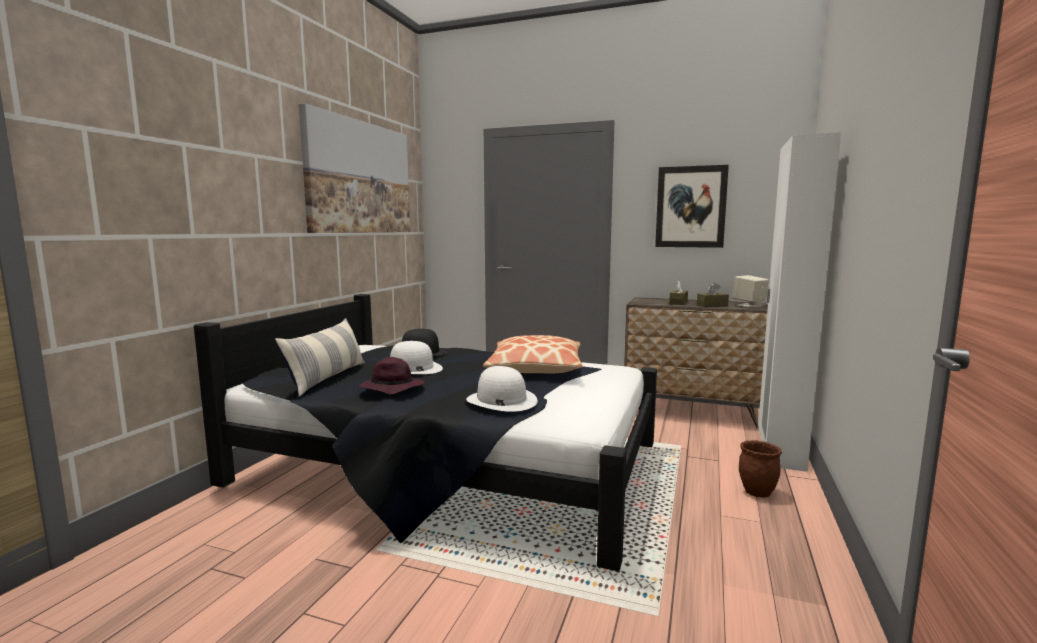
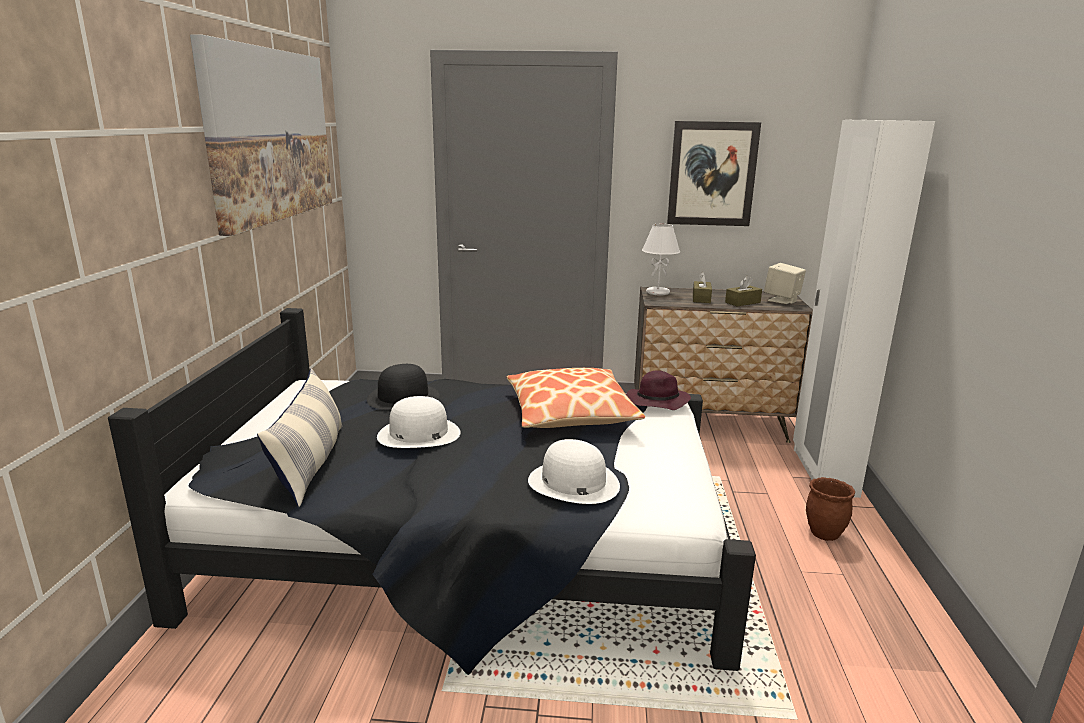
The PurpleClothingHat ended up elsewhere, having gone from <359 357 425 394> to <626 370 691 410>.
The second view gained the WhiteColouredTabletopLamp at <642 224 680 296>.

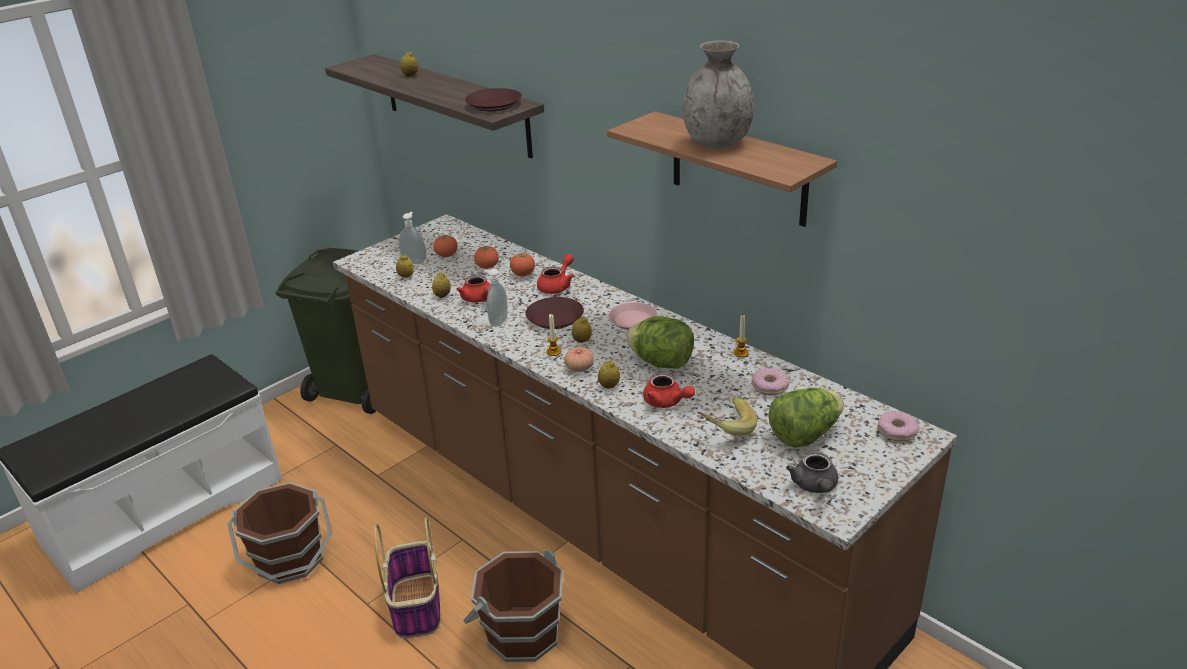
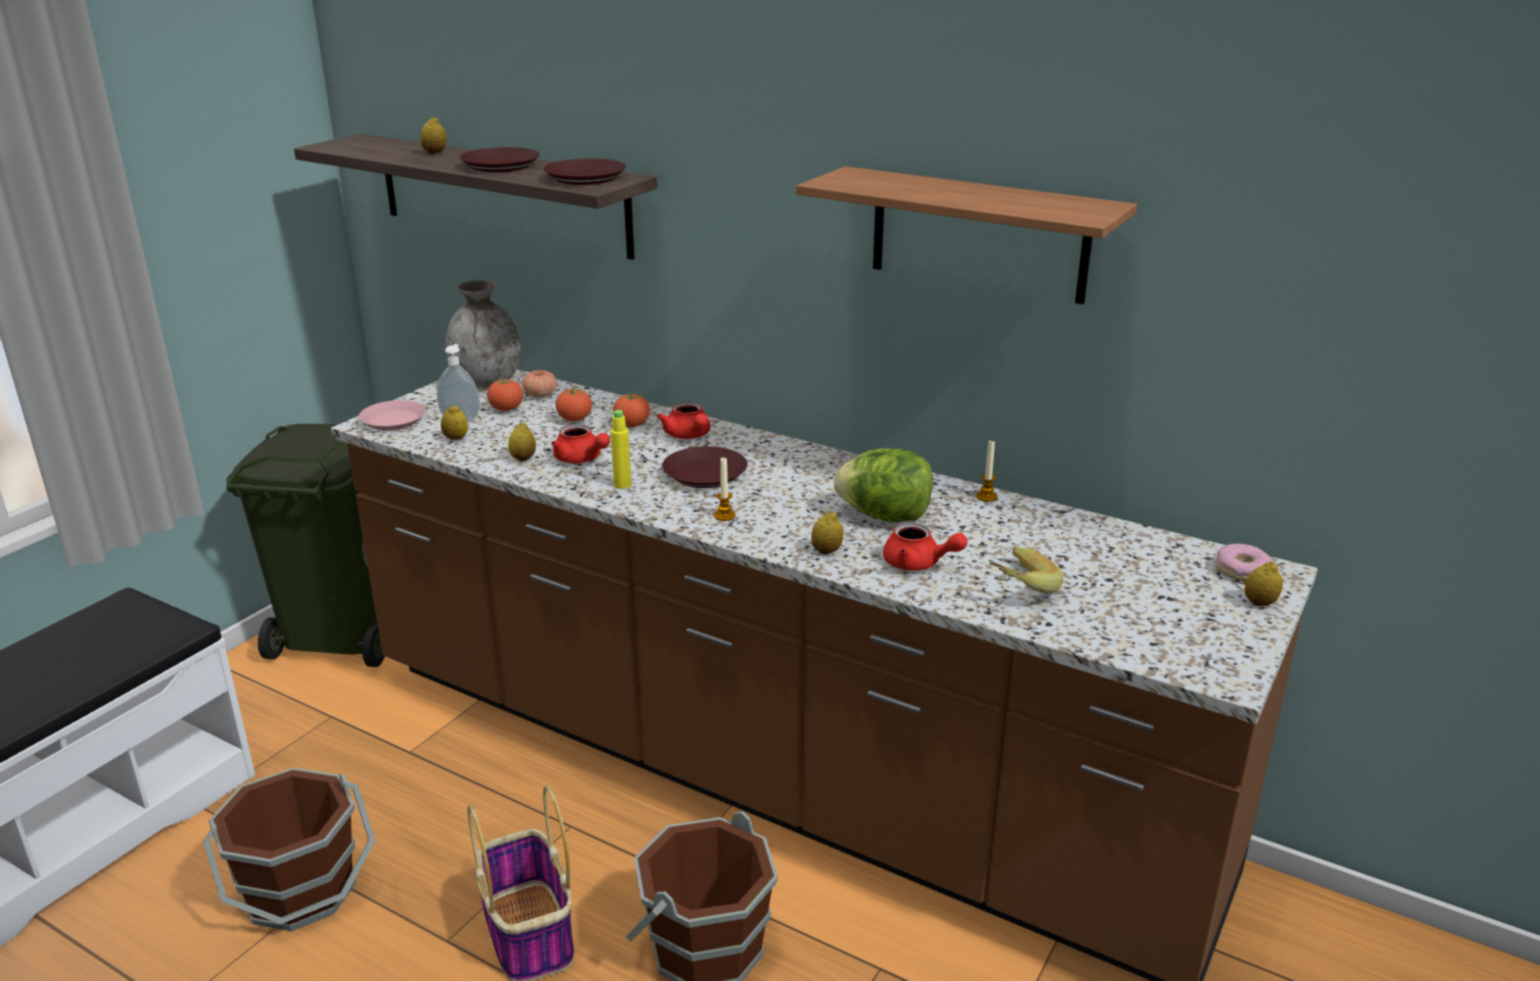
The PinkishPlate ended up elsewhere, having gone from <608 302 658 330> to <359 400 426 431>.
The GrayFlowerVase ended up elsewhere, having gone from <683 40 754 148> to <446 280 521 388>.
The second view gained the BrownPlate at <459 147 540 172>.
The WholeTomato ended up elsewhere, having gone from <564 347 594 372> to <522 370 557 397>.
Where the LiquidSoapBottle stood at <484 269 508 327>, the YellowColouredBottle came to stand at <610 410 631 489>.
The RedTeapot at <537 254 574 294> ended up facing another way, 135 degrees clockwise from before.
The Lemon ended up elsewhere, having gone from <572 316 592 343> to <1245 561 1283 606>.
The second view lost the RingDoughnut at <752 368 790 395>.
The second view lost the Lettuce at <768 388 844 448>.
The second view lost the GrayTeapot at <786 452 838 493>.

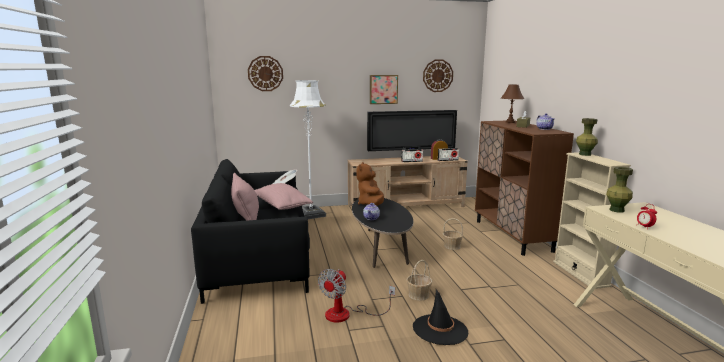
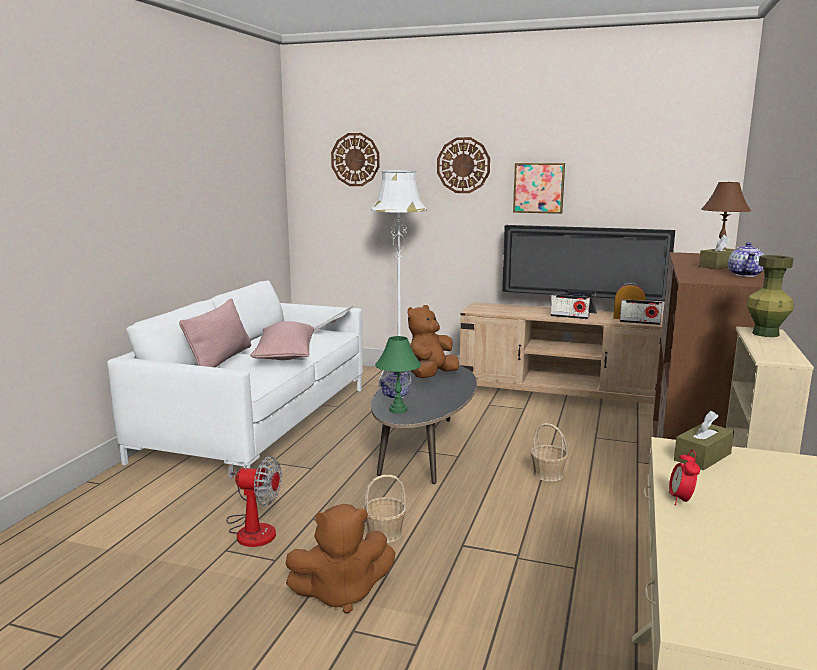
What was the BlackishSettee at <191 159 310 304> turned into the WhiteColouredSettee at <107 281 363 468>.
The Fan at <318 269 395 322> ended up facing another way, 135 degrees counterclockwise from before.
Where the BlackishClothingHat stood at <413 289 468 345>, the BrownPlushToy came to stand at <285 504 396 614>.
The second view gained the GreenColouredTabletopLamp at <375 336 421 414>.
The WallClock ended up elsewhere, having gone from <423 60 453 92> to <437 137 490 193>.
Where the GreenColouredFlowerVase stood at <606 167 633 213>, the BrownBoxOfTissues came to stand at <674 411 734 470>.

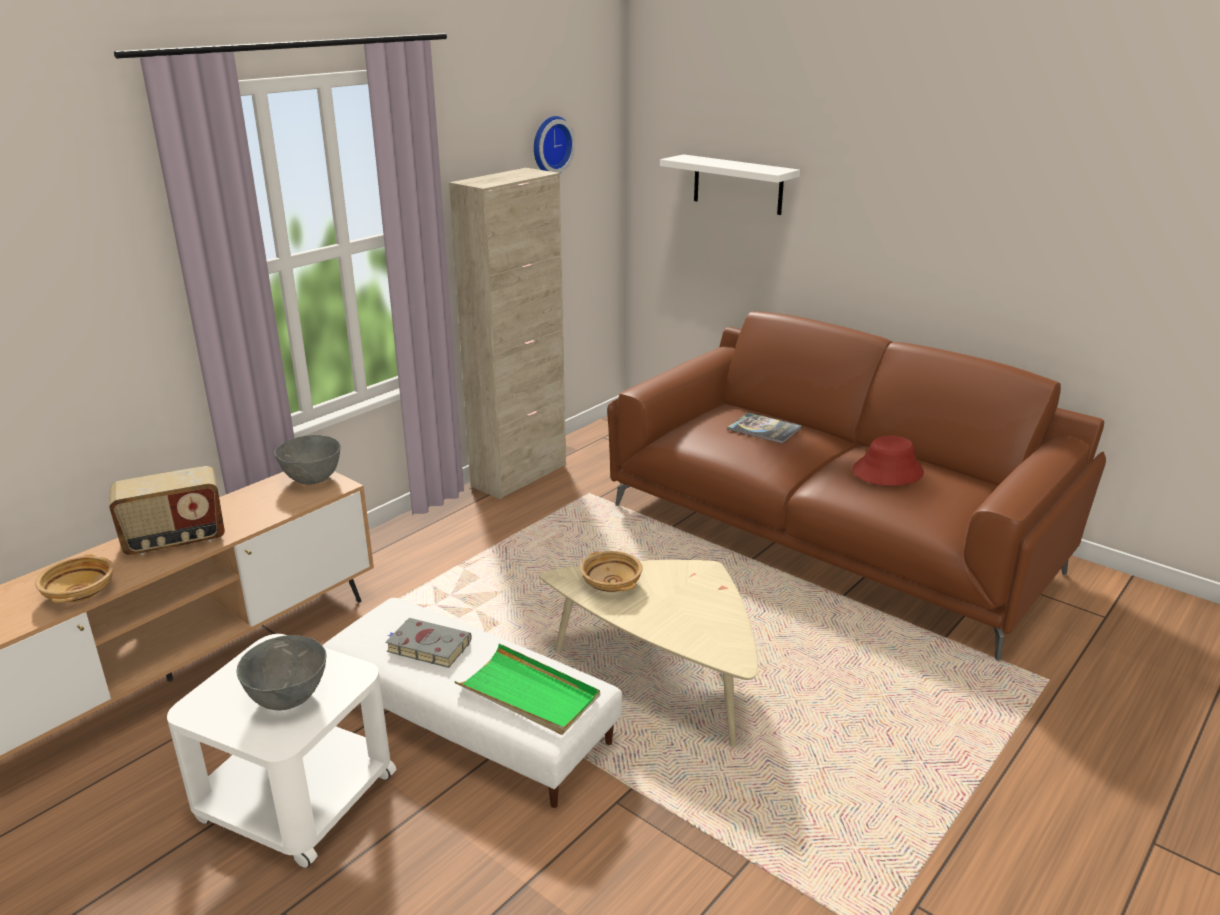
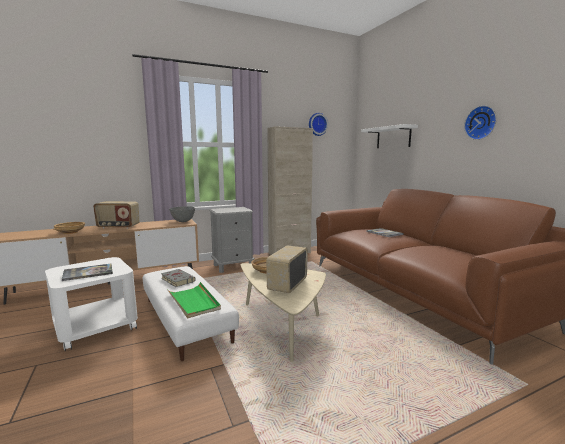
Where the GrayServingBowl stood at <236 635 327 711>, the BoundBook came to stand at <62 264 113 281>.
The second view gained the GrayNightstand at <209 207 254 273>.
The second view gained the Radio at <266 245 308 294>.
The second view gained the WallClock at <464 106 497 140>.
The second view lost the RedClothingHat at <852 436 924 486>.

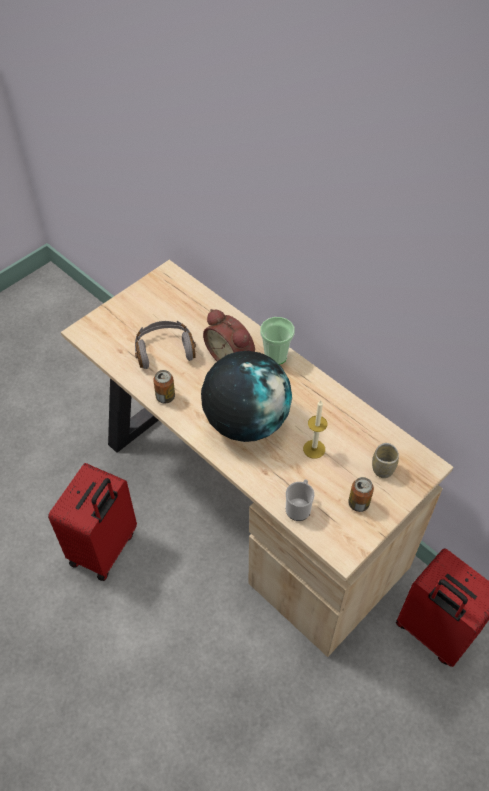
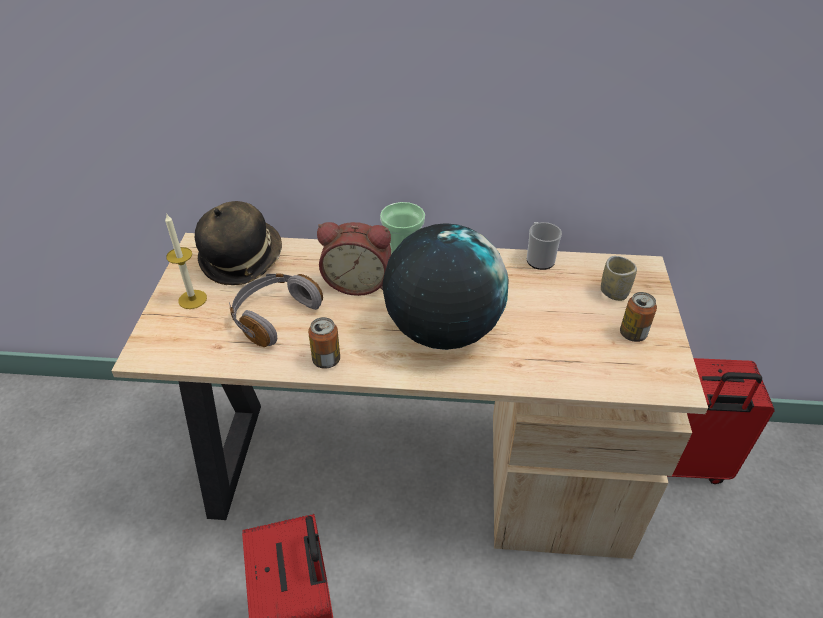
The Candle ended up elsewhere, having gone from <303 400 328 459> to <165 213 207 309>.
The second view gained the ClothingHat at <195 201 282 285>.
The TeaMug ended up elsewhere, having gone from <286 479 314 521> to <527 222 562 270>.

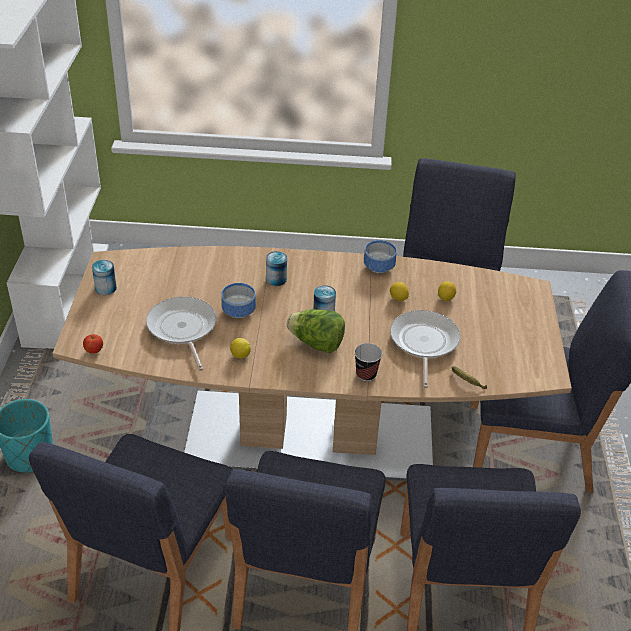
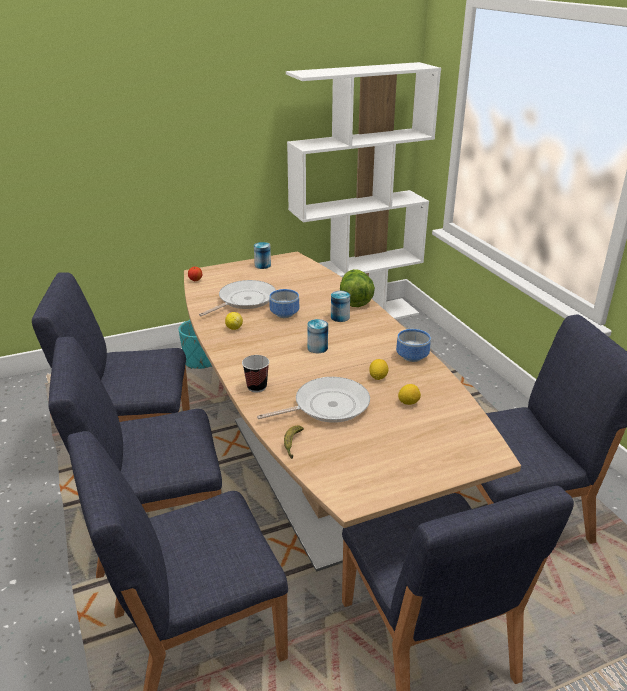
The Lettuce ended up elsewhere, having gone from <287 309 345 354> to <340 269 375 307>.

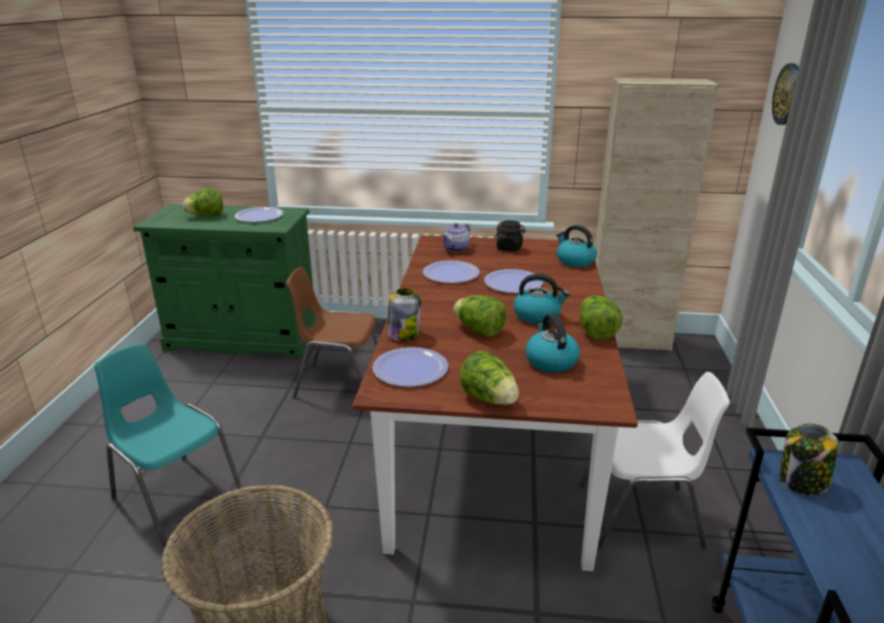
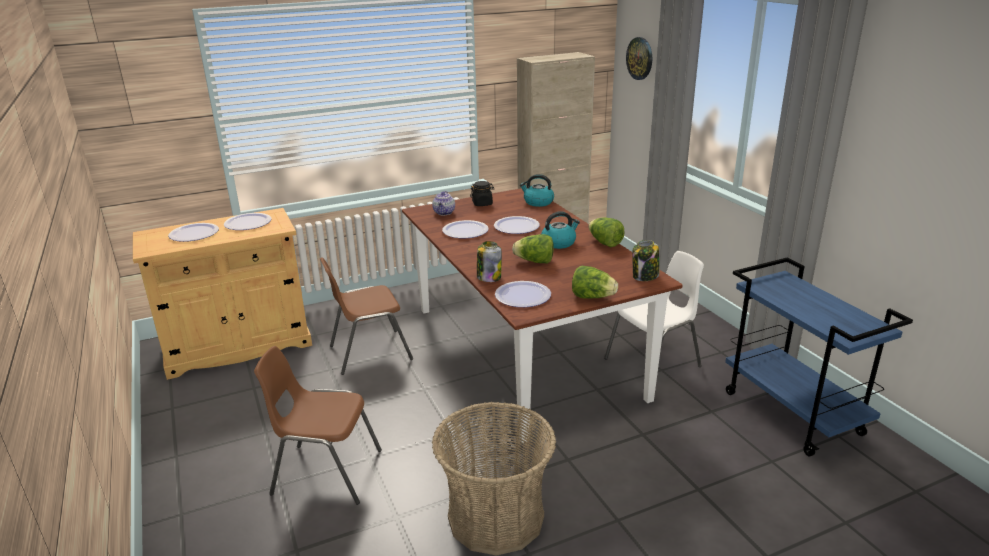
What was the GreenColouredStorageCabinet at <133 204 315 358> turned into the BeigeStorageCabinet at <133 208 312 380>.
Where the Lettuce stood at <182 188 223 216>, the Plate came to stand at <168 223 219 242>.
What was the TurquoiseColouredChair at <94 344 242 547> turned into the BrownChair at <254 346 382 505>.
The StorageJar ended up elsewhere, having gone from <779 424 838 495> to <632 240 659 281>.
The second view lost the WaterKettle at <526 314 580 373>.

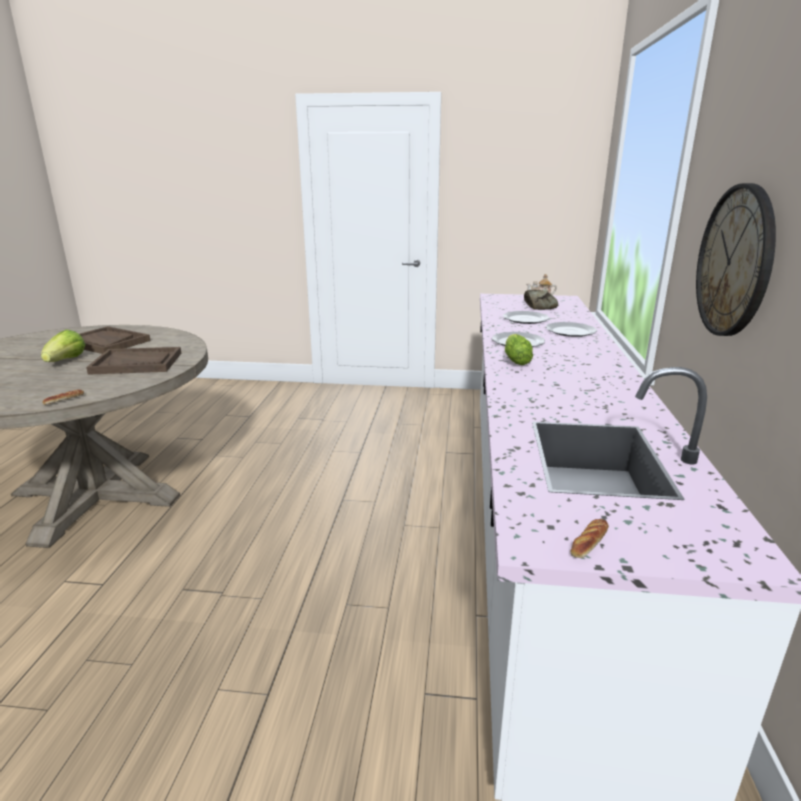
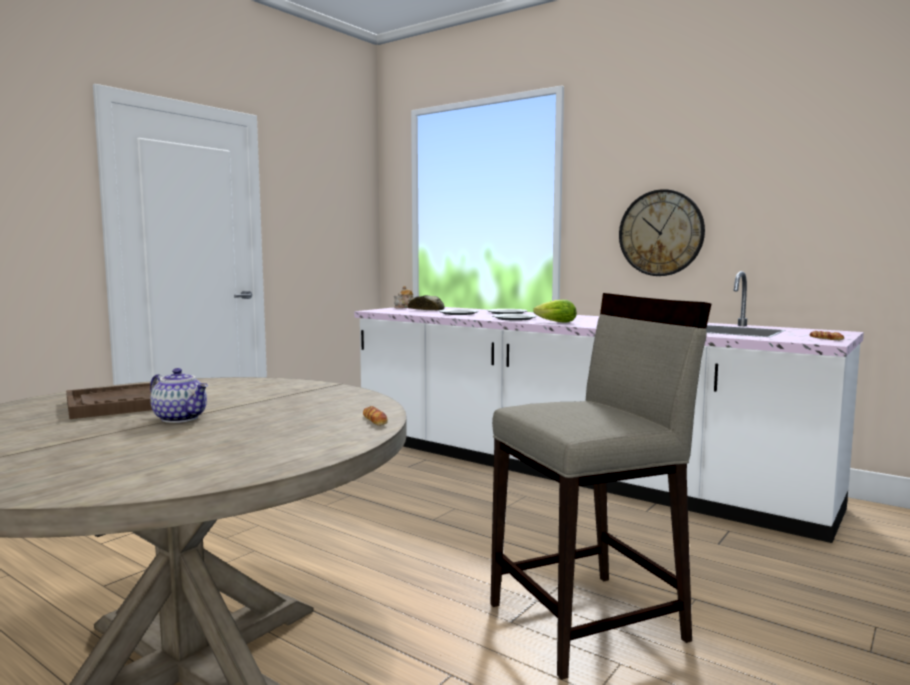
Where the Lettuce stood at <41 330 85 362>, the Teapot came to stand at <150 368 208 423>.
The second view gained the BeigeSittingStool at <490 293 711 680>.
The second view lost the BrownTray at <86 347 181 375>.

